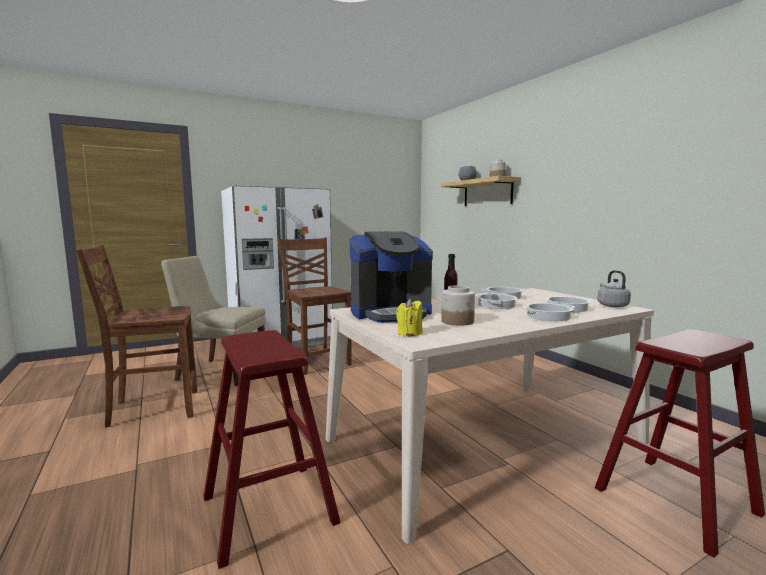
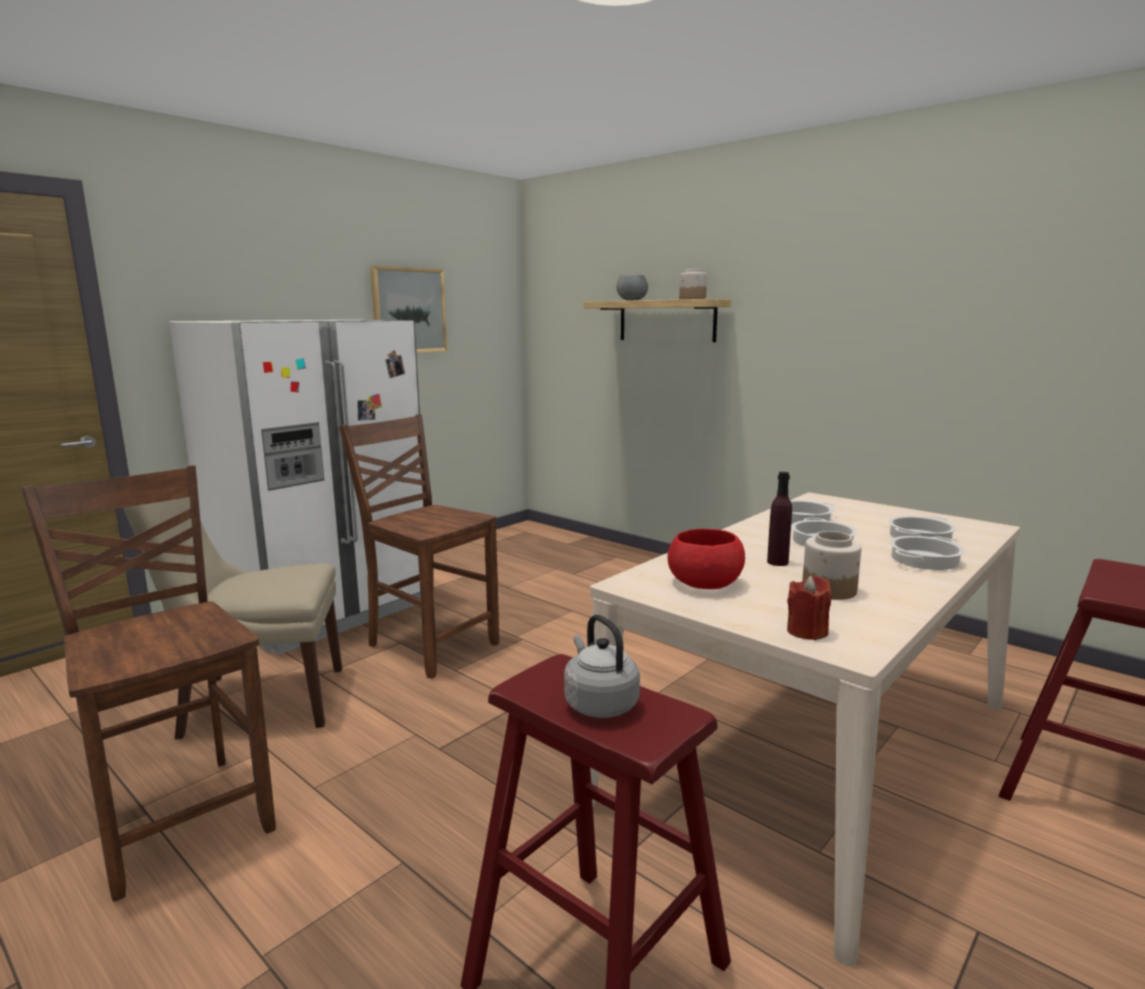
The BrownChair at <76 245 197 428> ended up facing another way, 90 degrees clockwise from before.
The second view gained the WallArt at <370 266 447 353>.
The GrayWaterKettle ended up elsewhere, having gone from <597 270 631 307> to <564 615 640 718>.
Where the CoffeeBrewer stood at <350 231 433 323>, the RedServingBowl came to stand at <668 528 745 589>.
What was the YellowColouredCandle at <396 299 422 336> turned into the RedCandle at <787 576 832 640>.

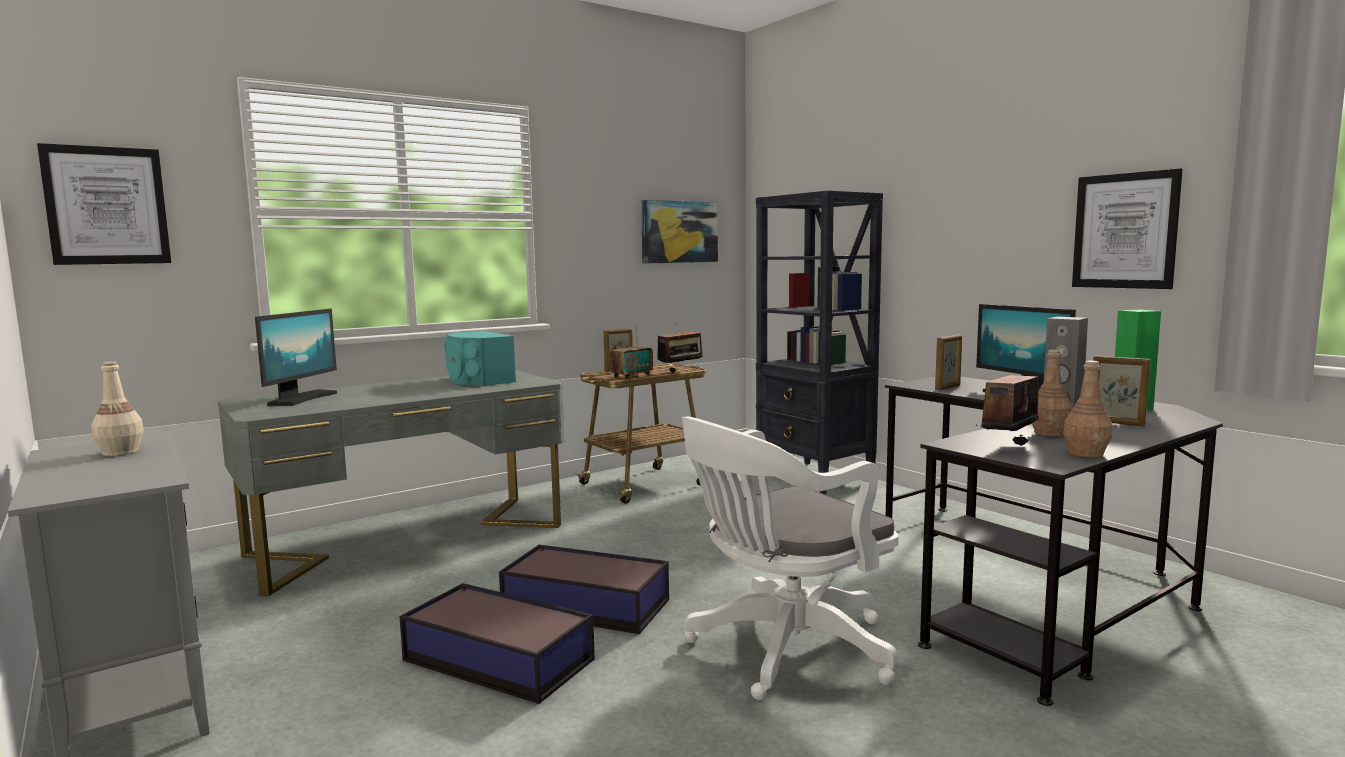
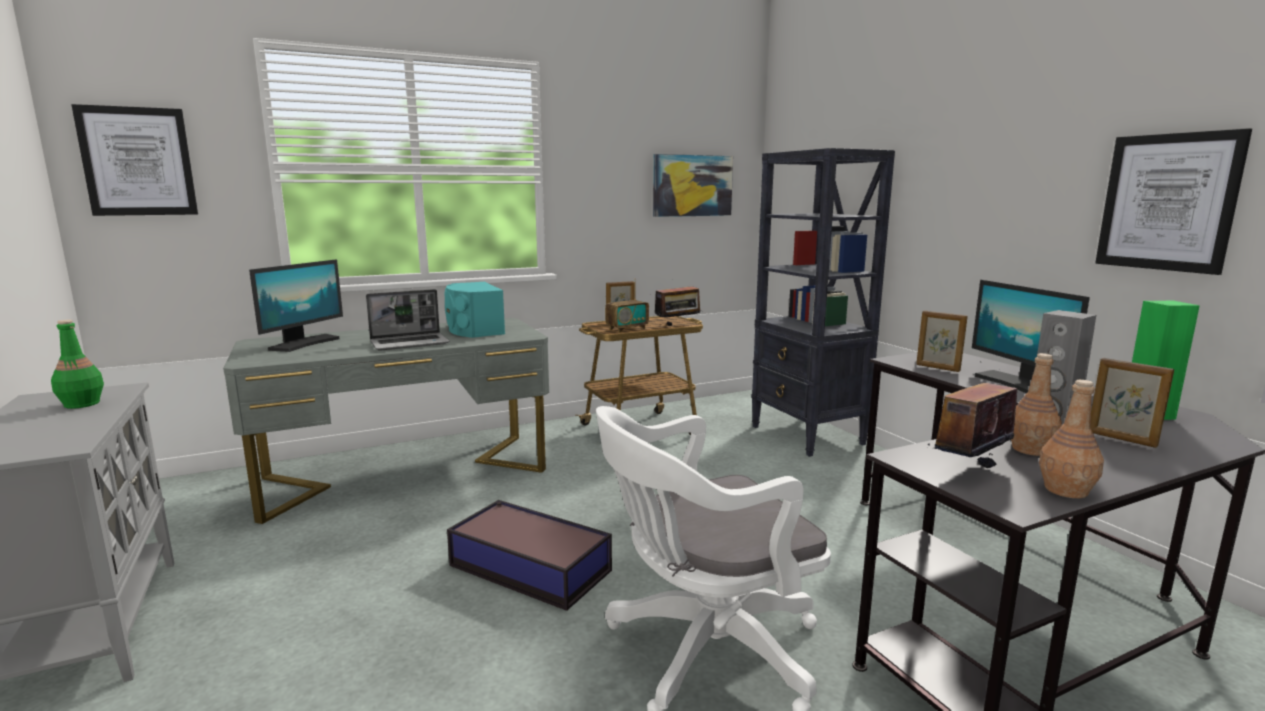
What was the BeigeBottle at <91 361 144 456> turned into the GreenColouredBottle at <51 320 104 409>.
The second view gained the PortableComputer at <366 289 450 351>.
The StandingFrame at <935 335 962 390> ended up facing another way, 75 degrees clockwise from before.
The second view lost the StorageContainer at <399 583 595 704>.

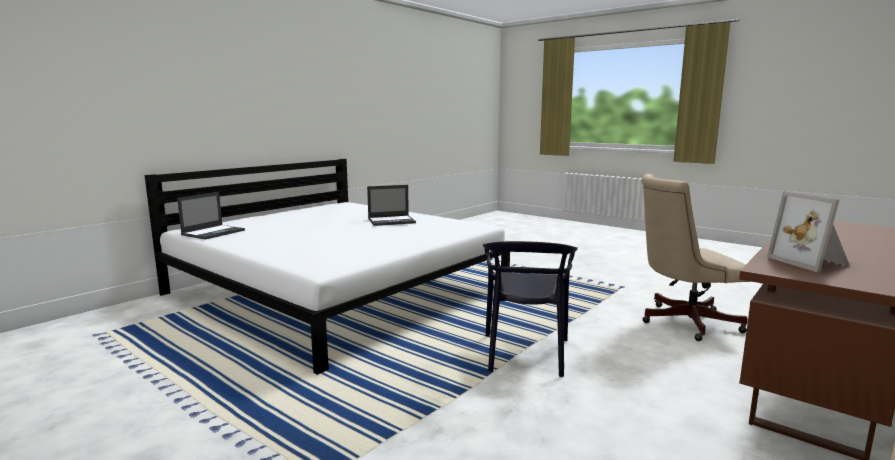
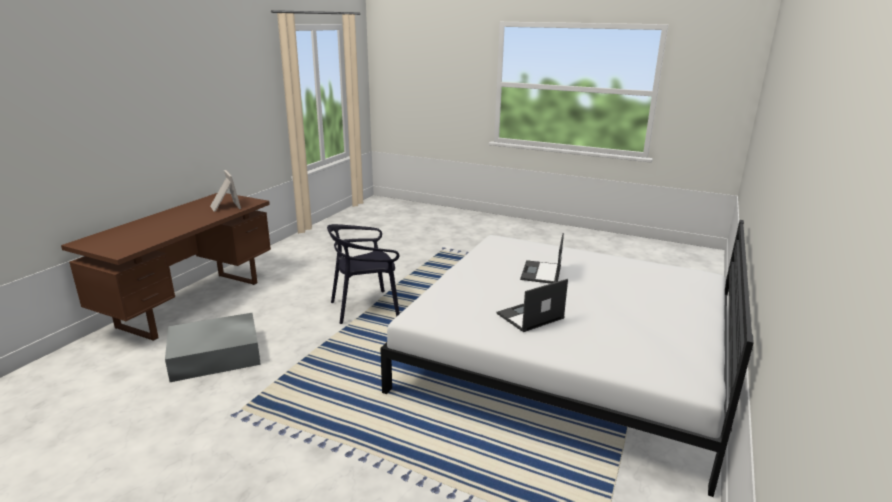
Where the BeigeOfficeChair stood at <642 174 751 341>, the GrayStorageContainer came to stand at <165 313 261 382>.
The BlackishChair at <483 241 578 377> ended up facing another way, 105 degrees counterclockwise from before.
The PortableComputer ended up elsewhere, having gone from <177 192 245 240> to <520 233 564 284>.

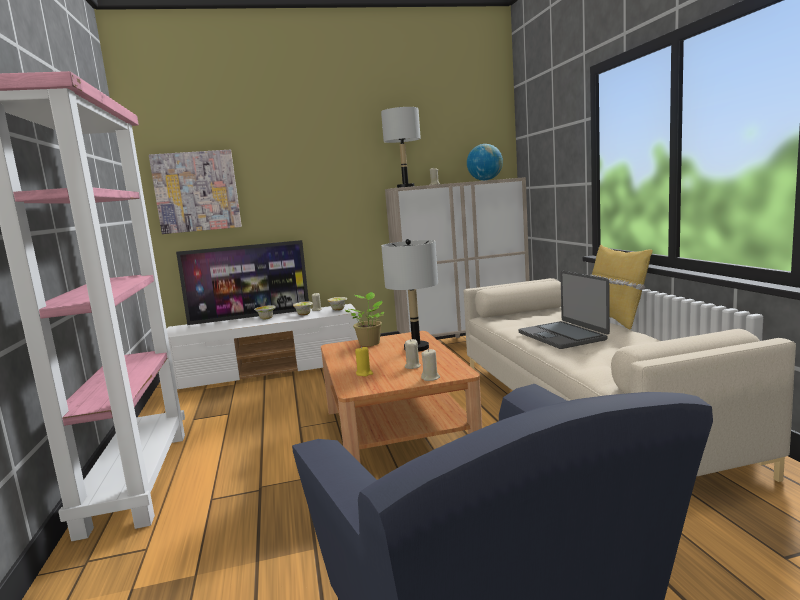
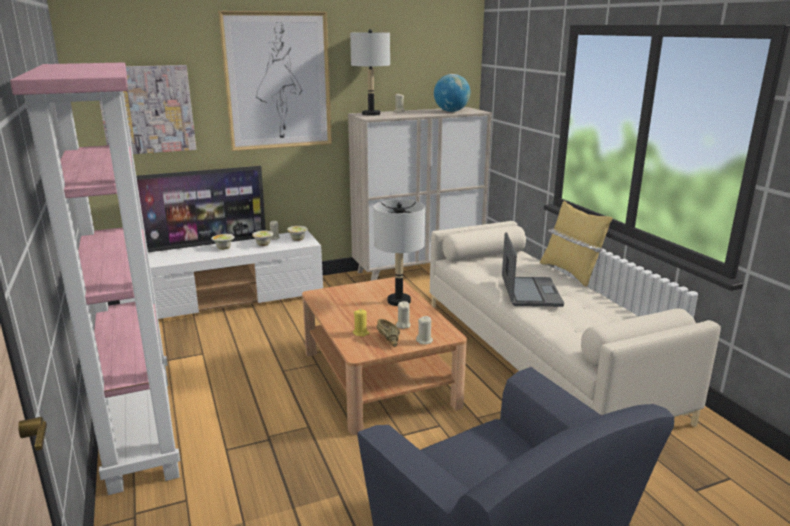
The second view gained the WallArt at <218 11 332 151>.
The second view gained the BrownServingBowl at <377 319 400 347>.
The PortableComputer at <519 271 610 349> ended up facing another way, 150 degrees counterclockwise from before.
The second view lost the PlantInAPot at <345 292 384 346>.

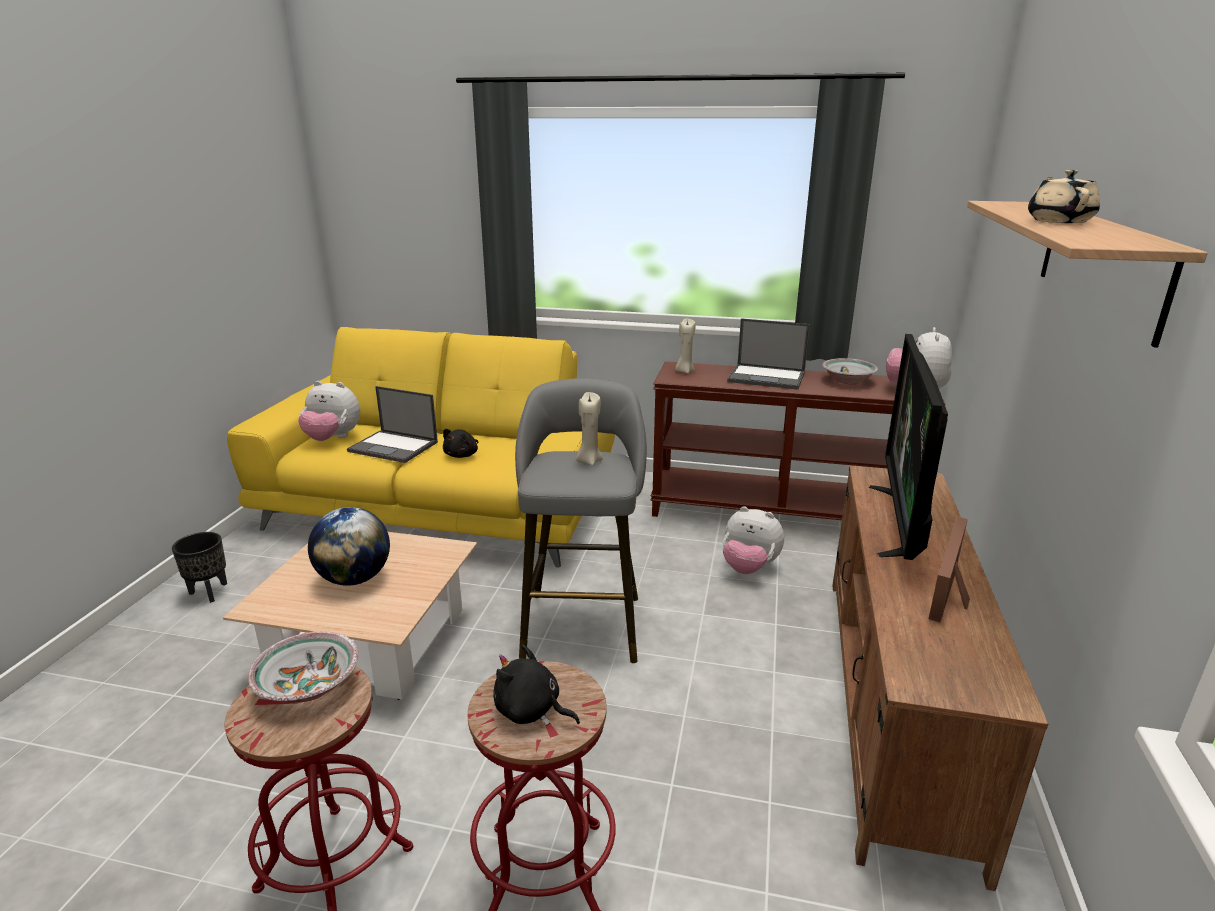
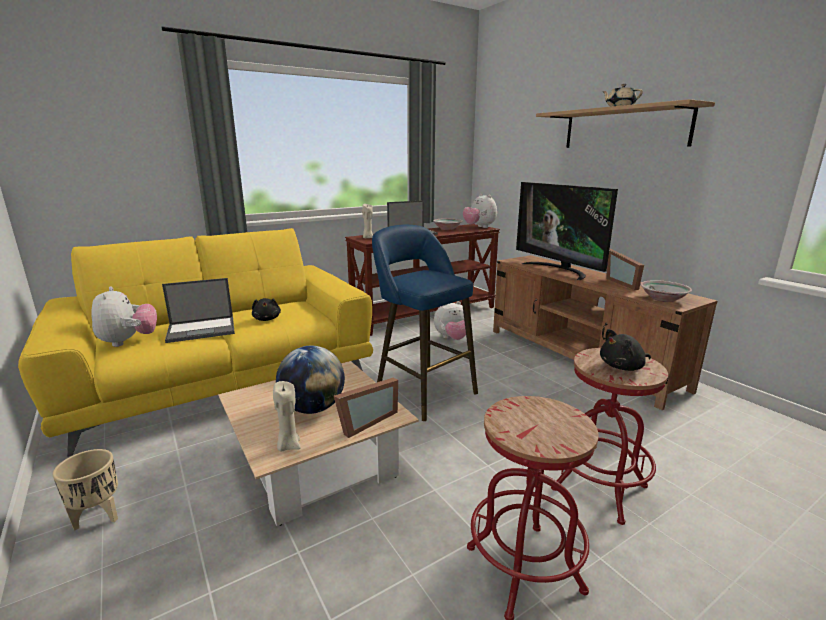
What was the BlackishPlantPot at <172 532 227 603> turned into the BeigePlantPot at <53 449 118 531>.
The PlushToy at <298 381 360 441> ended up facing another way, 75 degrees counterclockwise from before.
The BeigeCandle ended up elsewhere, having gone from <576 392 603 466> to <273 381 301 452>.
The second view gained the StandingFrame at <334 378 398 438>.
What was the GraySittingStool at <515 378 647 663> turned into the BluishSittingStool at <372 225 478 421>.
The ServingBowl ended up elsewhere, having gone from <248 631 358 703> to <640 280 692 302>.

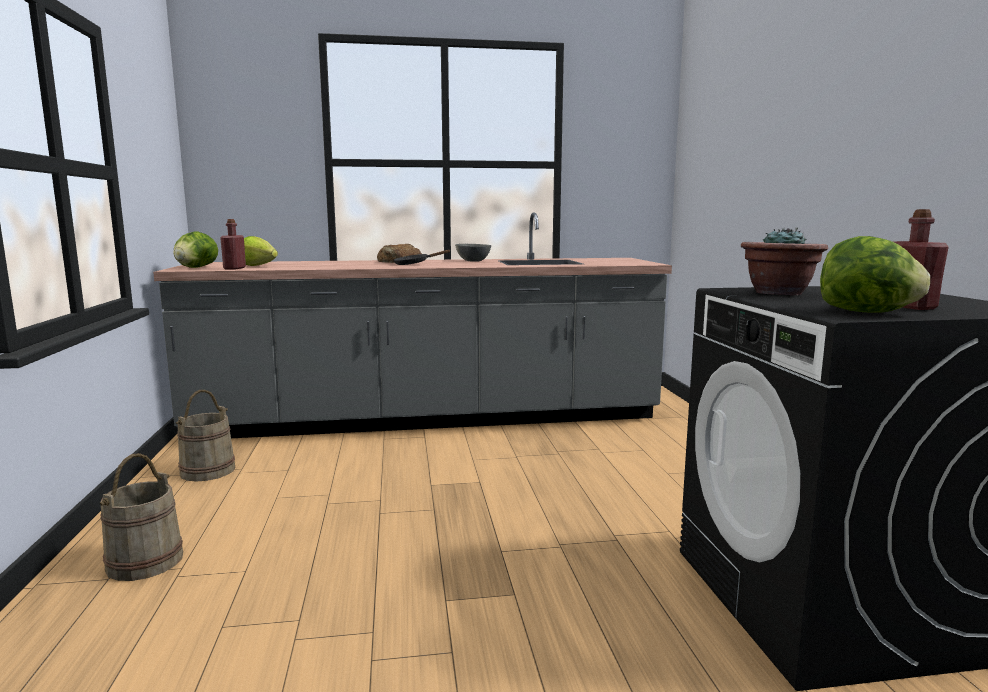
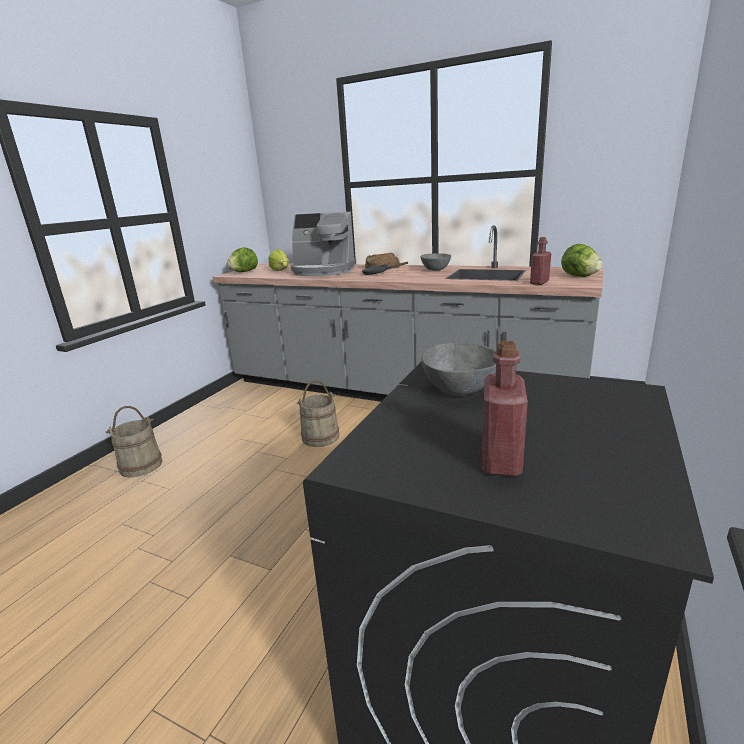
The second view gained the CoffeeBrewer at <291 212 356 276>.
The BeigeWaterBucket ended up elsewhere, having gone from <176 390 235 481> to <296 380 339 447>.
Where the PlantInAPot stood at <741 228 828 295>, the GrayServingBowl came to stand at <422 342 496 396>.
The RedBottle ended up elsewhere, having gone from <220 219 246 269> to <530 237 551 285>.
The Lettuce ended up elsewhere, having gone from <820 236 930 313> to <561 244 603 277>.

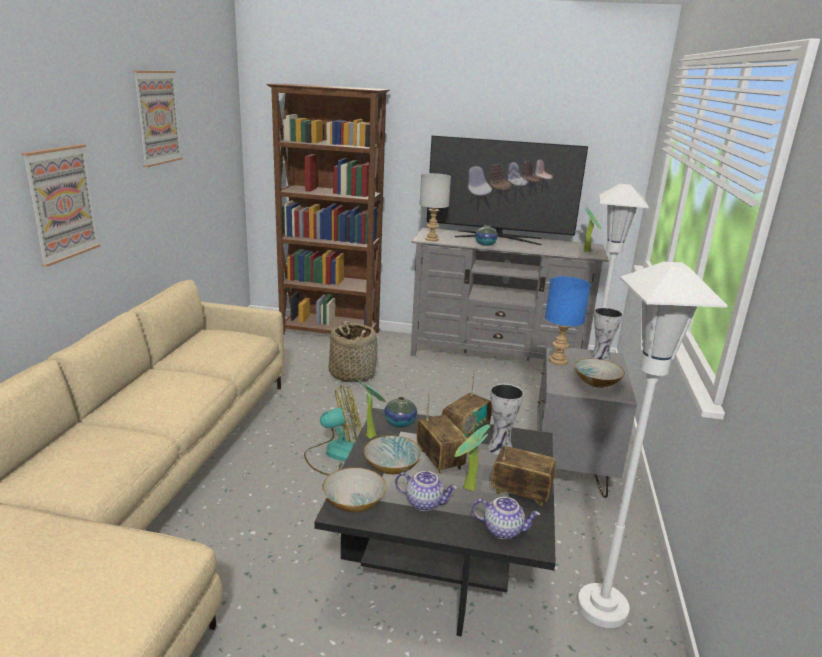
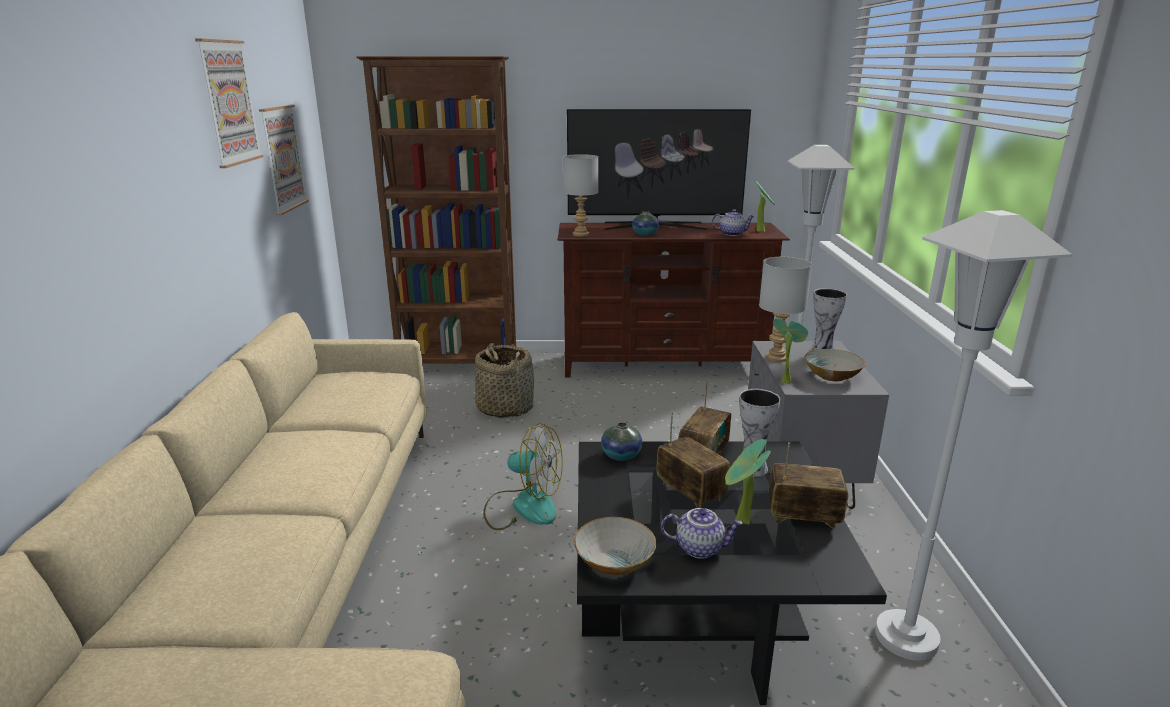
The WallArt ended up elsewhere, having gone from <22 144 100 267> to <259 105 309 215>.
The Fan at <304 385 362 476> ended up facing another way, 45 degrees clockwise from before.
What was the GrayTvUnit at <411 228 609 361> turned into the BrownTvUnit at <557 223 790 377>.
The Teapot ended up elsewhere, having gone from <472 497 540 540> to <712 209 755 236>.
What was the BluishTabletopLamp at <545 276 591 365> turned into the GrayTabletopLamp at <759 257 812 362>.
The PlantInAPot ended up elsewhere, having gone from <356 379 386 439> to <773 318 808 384>.
The second view lost the ServingBowl at <364 436 422 474>.

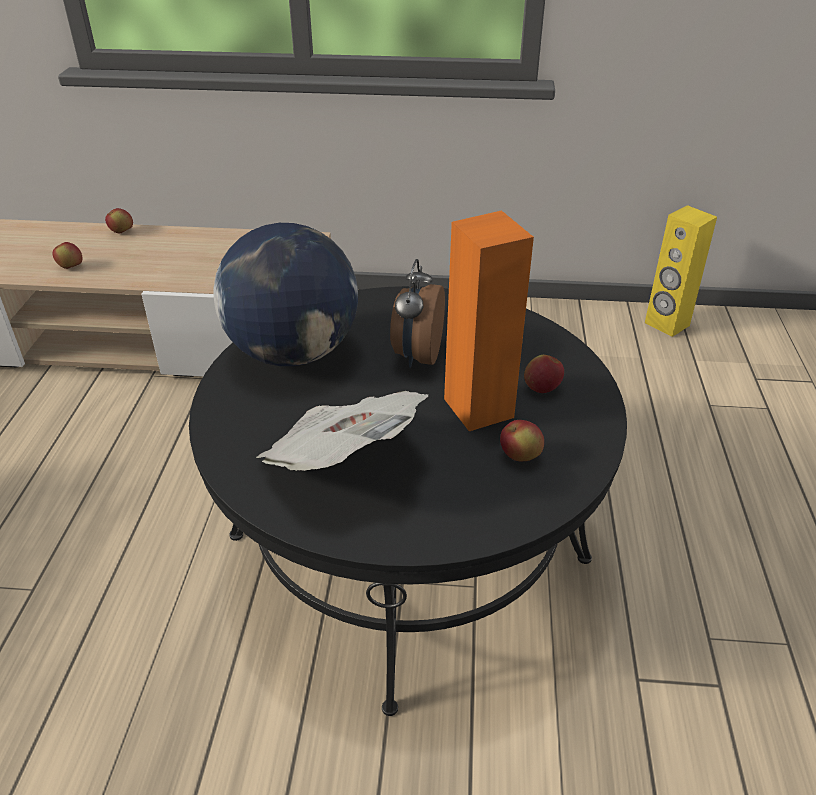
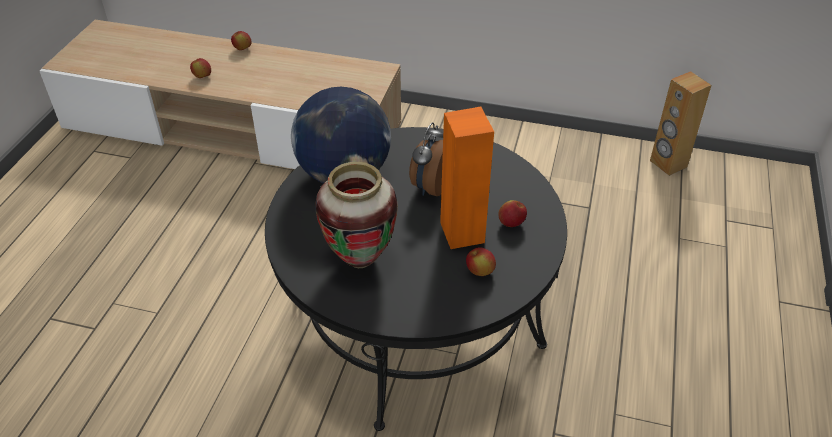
Where the Newspaper stood at <257 391 429 471>, the FlowerVase came to stand at <315 162 398 268>.
What was the YellowColouredAudioSpeaker at <645 205 717 337> turned into the BrownAudioSpeaker at <650 71 711 176>.

